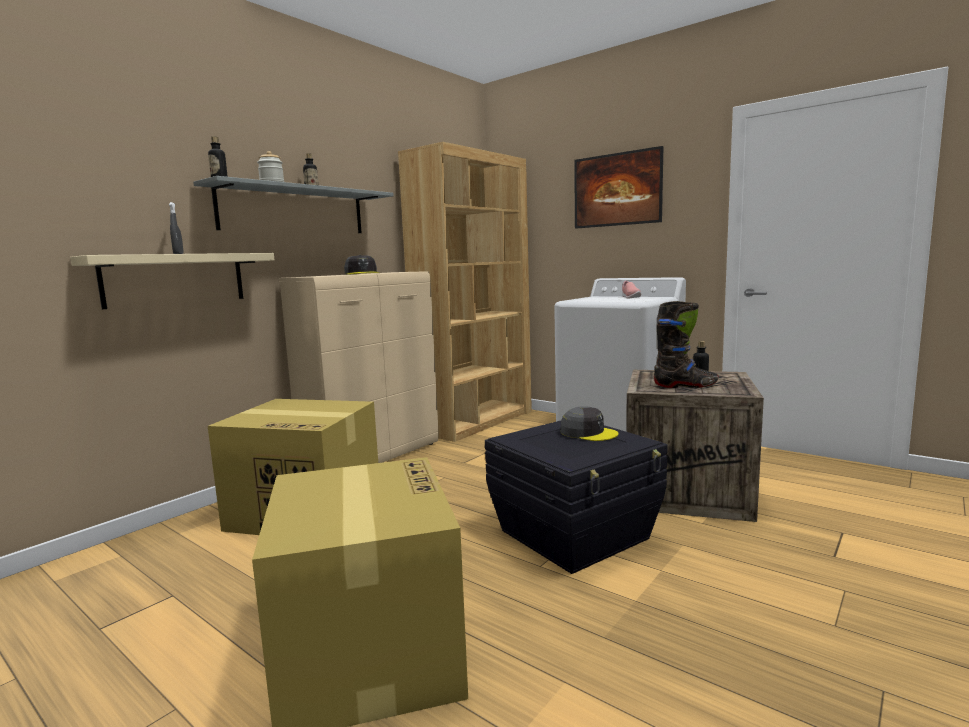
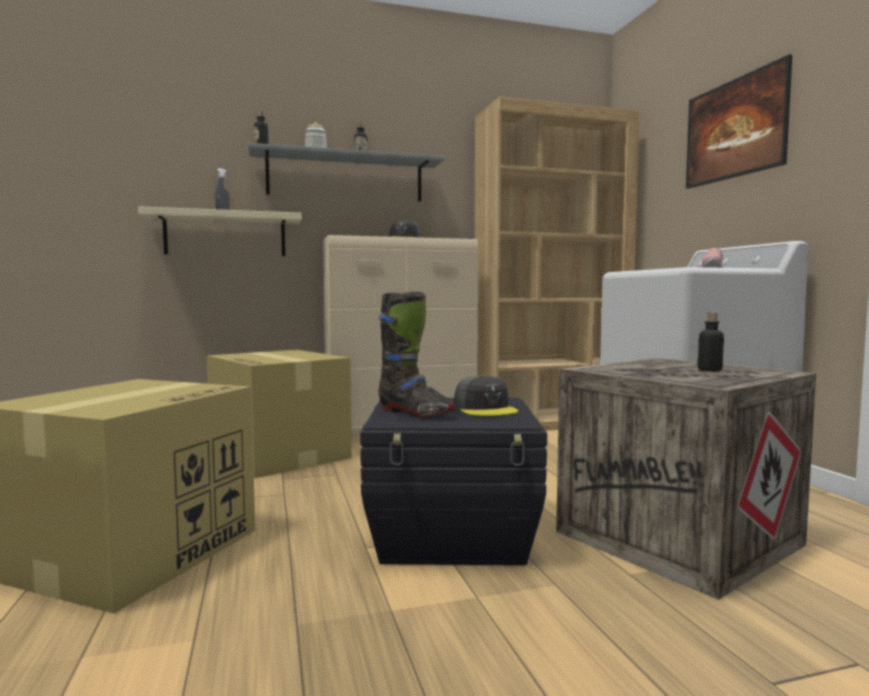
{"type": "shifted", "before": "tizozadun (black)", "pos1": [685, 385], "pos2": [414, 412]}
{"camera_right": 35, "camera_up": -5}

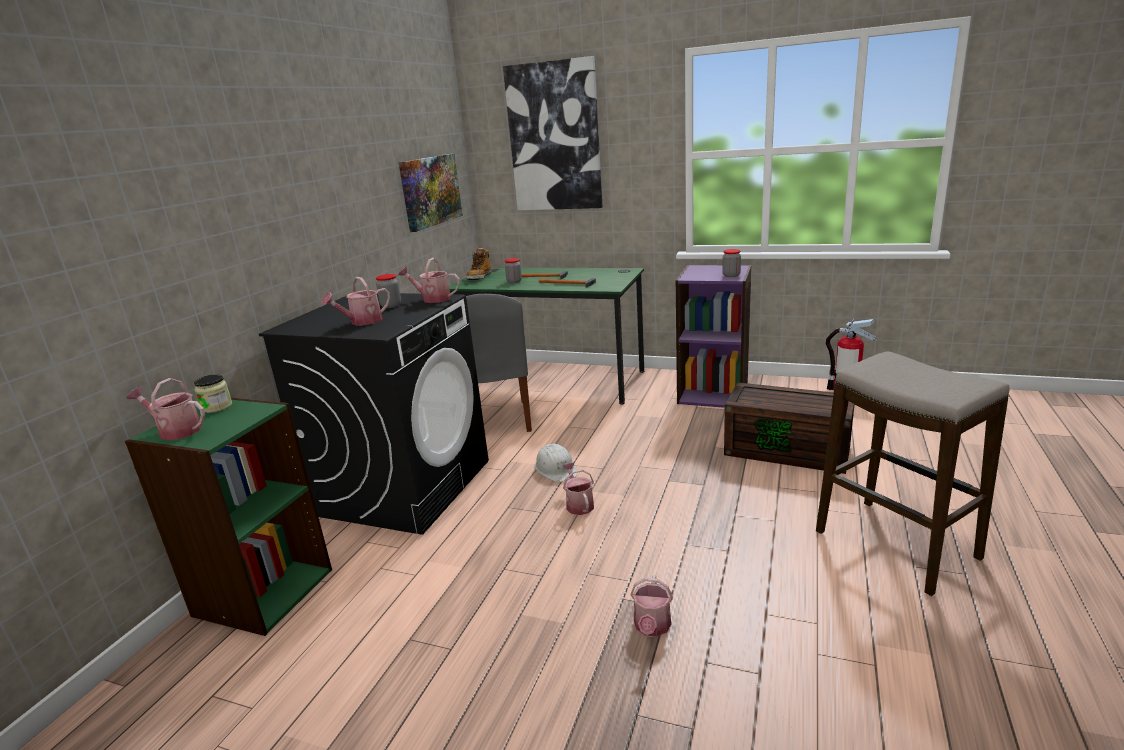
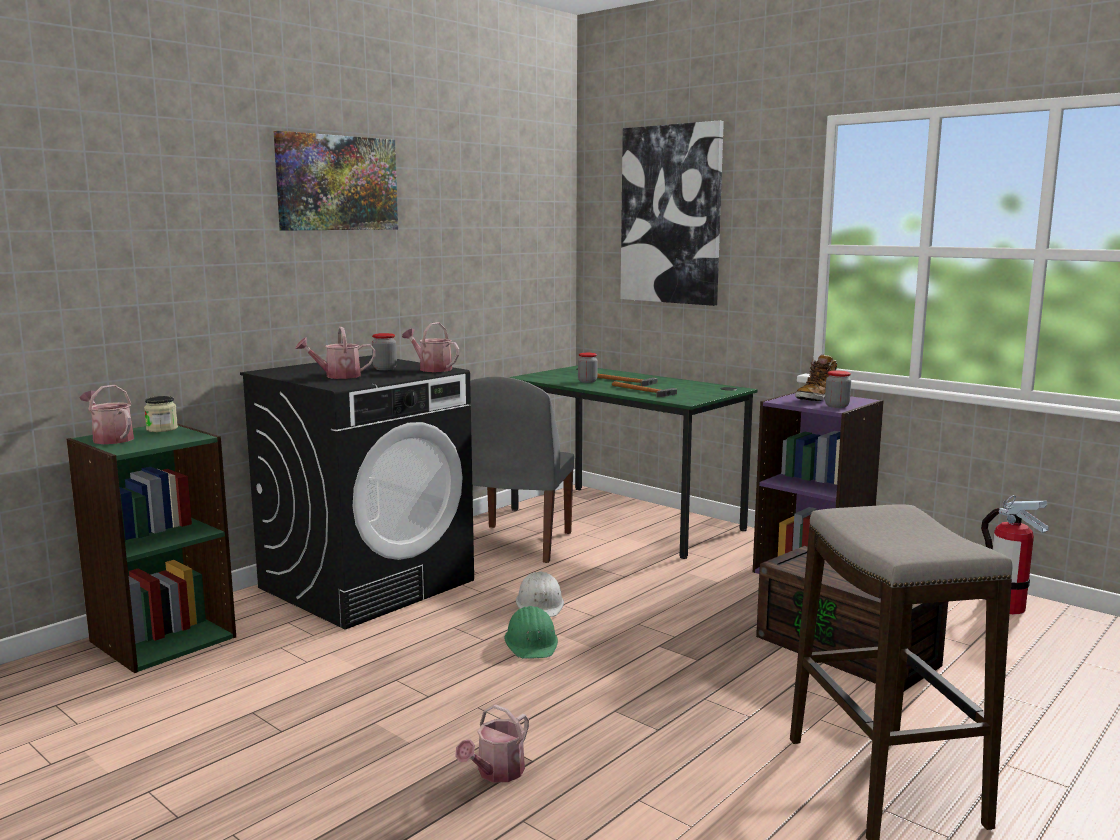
{"type": "shifted", "before": "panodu", "pos1": [430, 191], "pos2": [337, 183]}
{"type": "swapped", "before": "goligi", "after": "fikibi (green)", "pos1": [578, 504], "pos2": [531, 643]}
{"type": "shifted", "before": "tizozadun", "pos1": [479, 277], "pos2": [816, 398]}
{"camera_right": 20, "camera_up": -10}

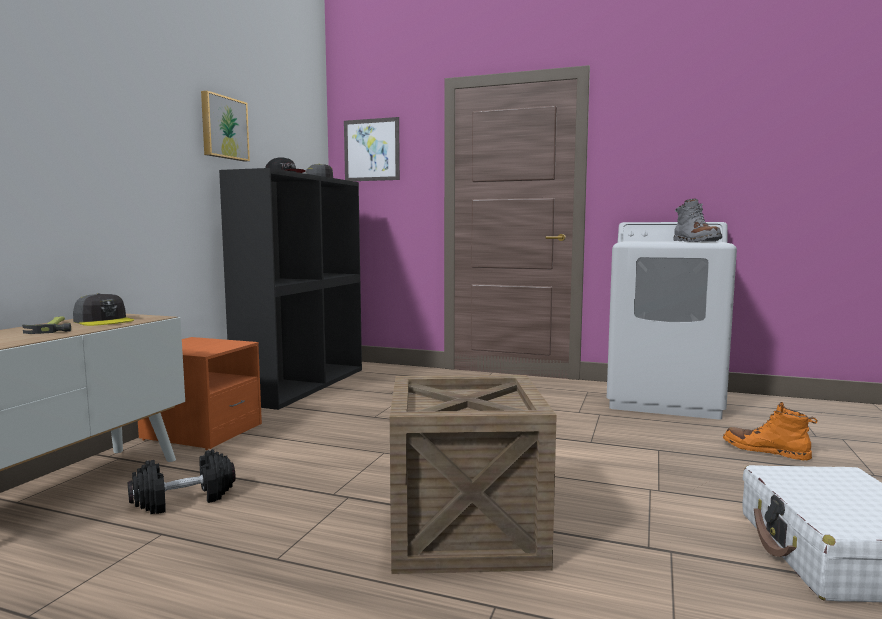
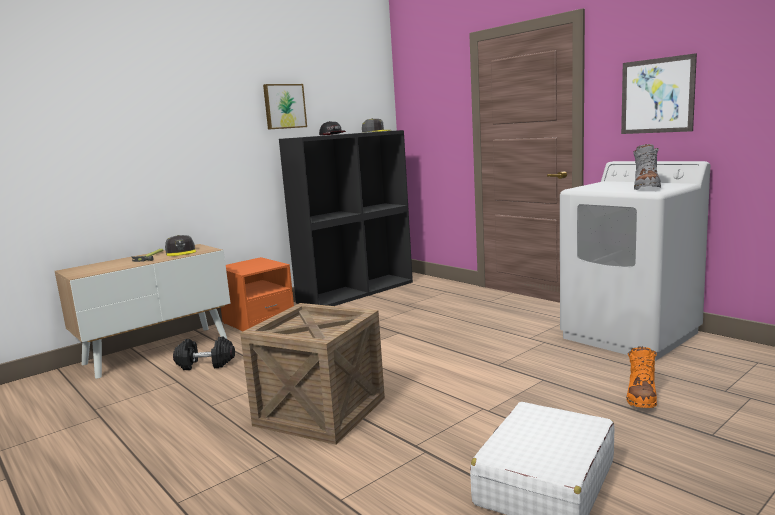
{"type": "shifted", "before": "panodu", "pos1": [371, 150], "pos2": [657, 96]}
{"type": "rotated", "before": "tizozadun (orange)", "pos1": [765, 451], "pos2": [641, 396], "turn": -135}
{"camera_right": 30, "camera_up": 5}

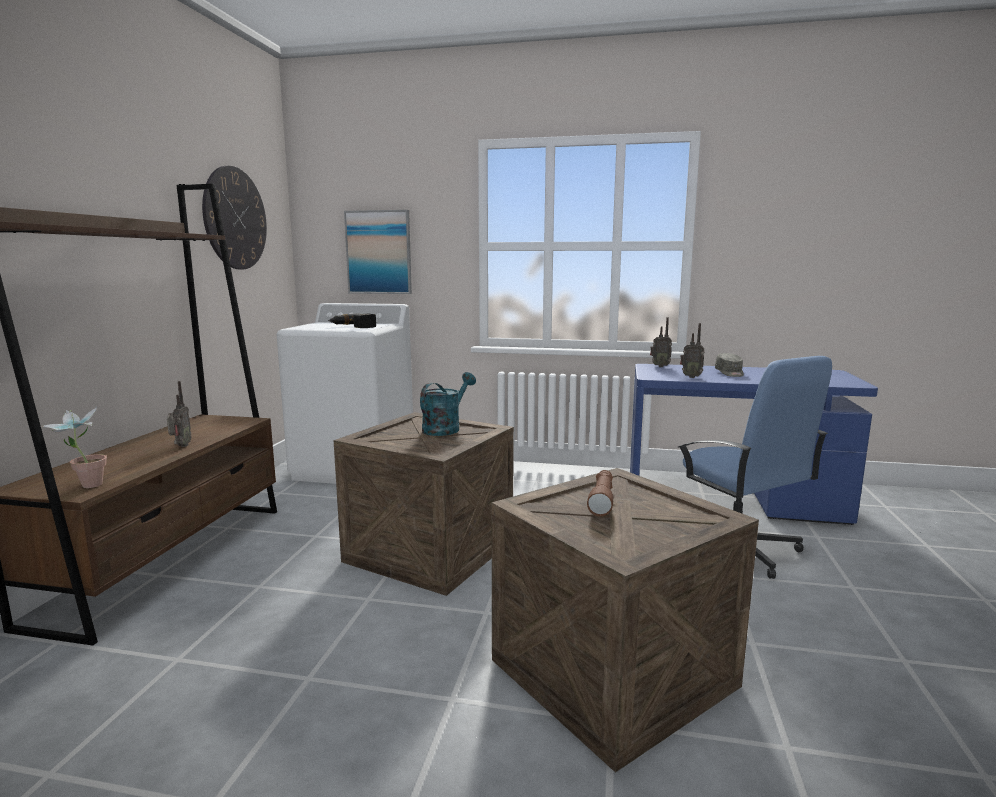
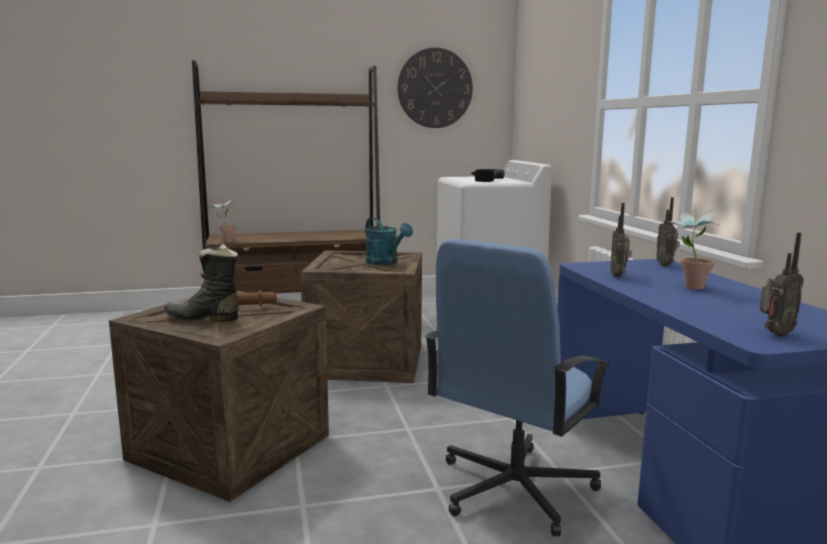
{"type": "new", "after": "tizozadun (black)", "pos2": [203, 318]}
{"type": "rotated", "before": "goligi (turquoise)", "pos1": [445, 428], "pos2": [386, 263], "turn": 45}
{"type": "swapped", "before": "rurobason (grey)", "after": "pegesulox", "pos1": [729, 373], "pos2": [688, 287]}
{"type": "shifted", "before": "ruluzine", "pos1": [180, 446], "pos2": [774, 334]}
{"type": "gone", "before": "panodu", "pos1": [379, 252]}
{"camera_right": 65, "camera_up": 0}

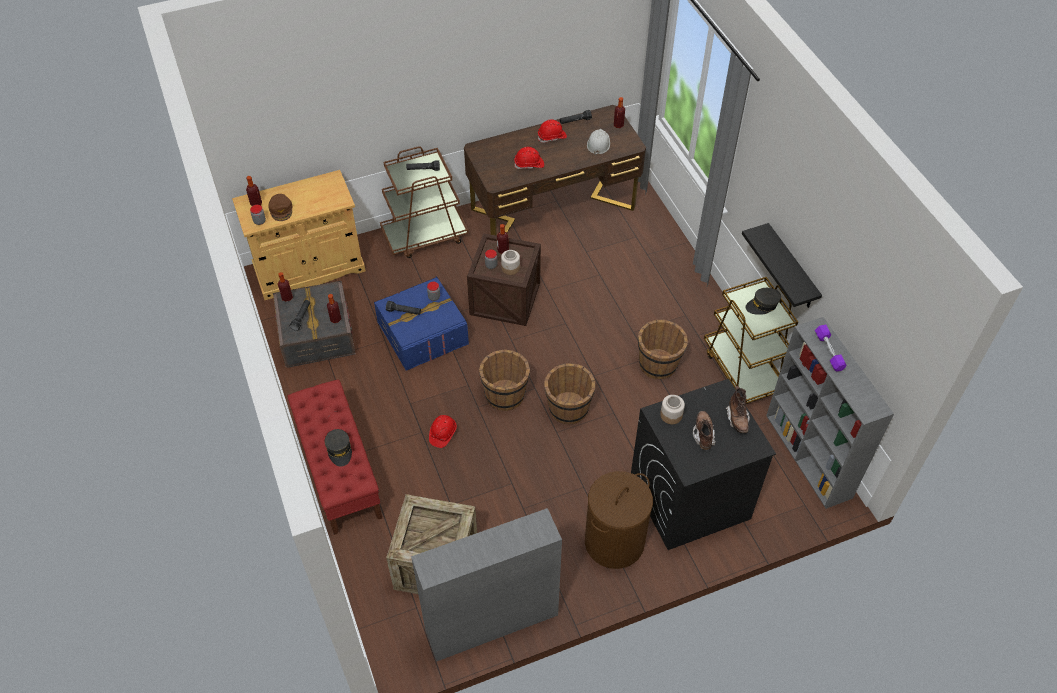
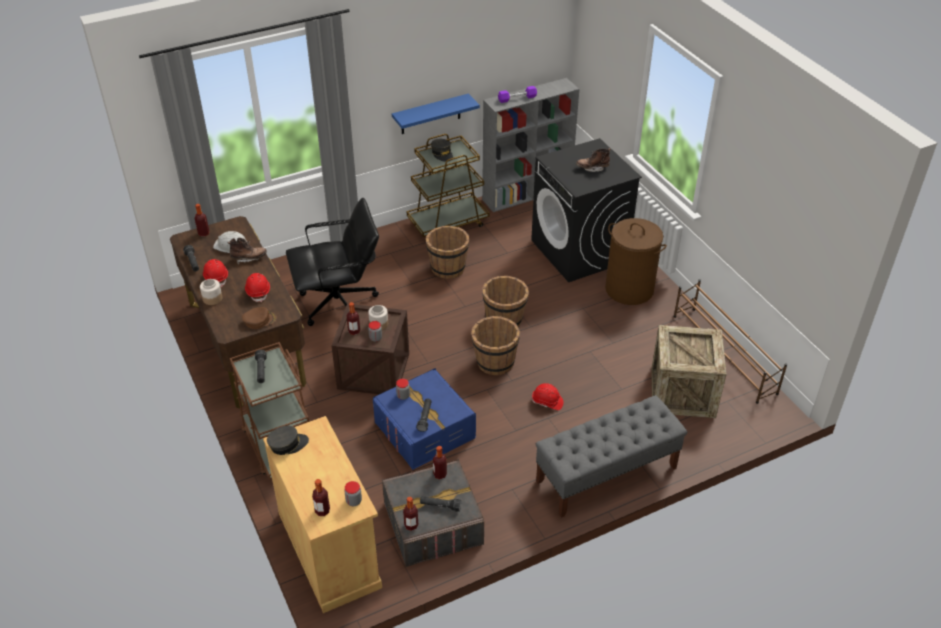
{"type": "shifted", "before": "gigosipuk", "pos1": [671, 415], "pos2": [212, 299]}
{"type": "shifted", "before": "tizozadun (brown)", "pos1": [737, 419], "pos2": [249, 258]}
{"type": "shifted", "before": "rurobason (brown)", "pos1": [281, 209], "pos2": [259, 320]}
{"type": "shifted", "before": "rurobason (grey)", "pos1": [339, 450], "pos2": [288, 444]}
{"type": "new", "after": "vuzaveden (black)", "pos2": [339, 304]}
{"type": "repainted", "before": "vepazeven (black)", "after": "vepazeven (blue)", "pos1": [791, 268], "pos2": [430, 114]}
{"type": "repainted", "before": "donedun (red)", "after": "donedun (grey)", "pos1": [339, 471], "pos2": [606, 475]}
{"type": "swapped", "before": "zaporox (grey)", "after": "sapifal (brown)", "pos1": [490, 624], "pos2": [724, 354]}
{"camera_right": -95, "camera_up": -10}

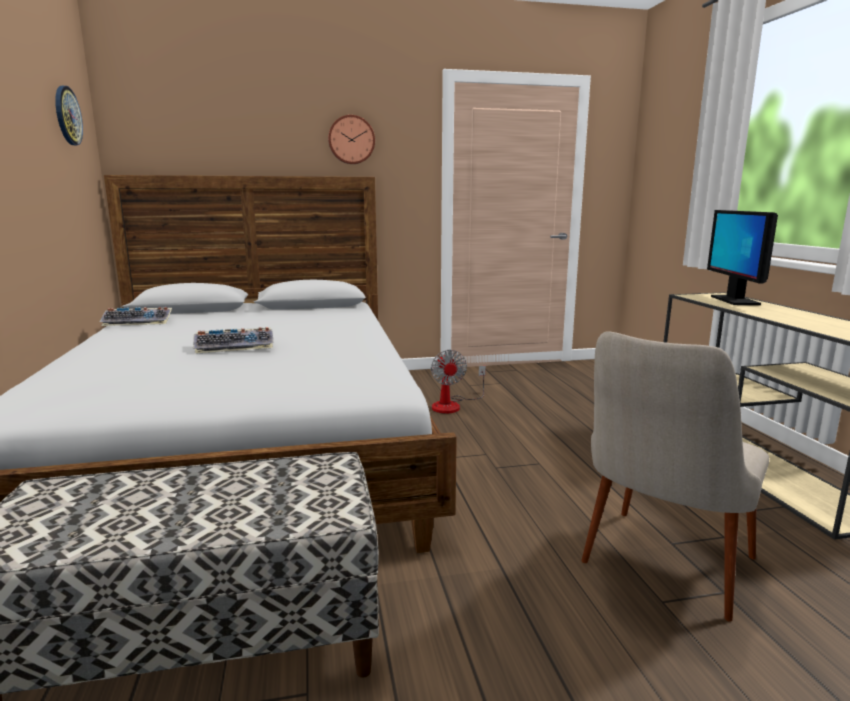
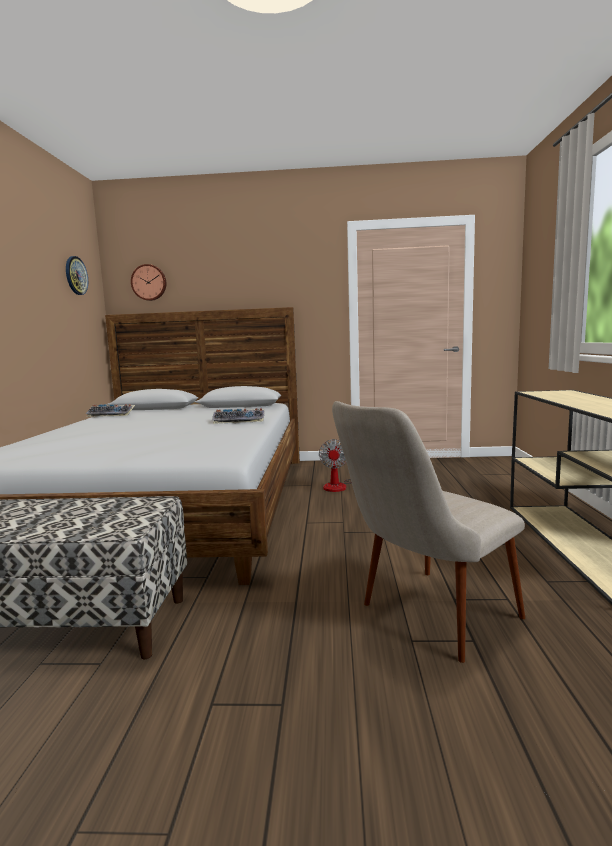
{"type": "shifted", "before": "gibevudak", "pos1": [351, 140], "pos2": [149, 282]}
{"type": "shifted", "before": "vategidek", "pos1": [236, 346], "pos2": [240, 420]}
{"type": "gone", "before": "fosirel", "pos1": [734, 300]}
{"camera_right": 15, "camera_up": -5}

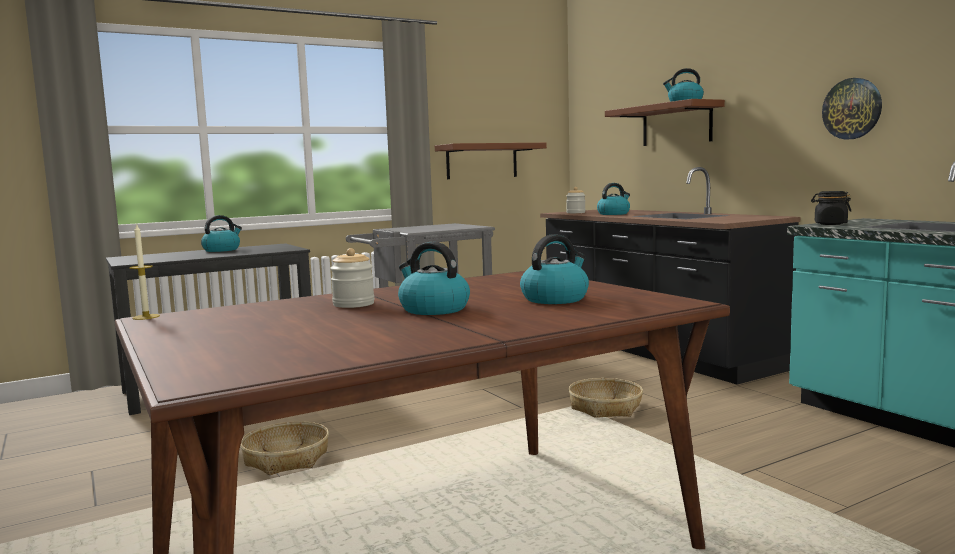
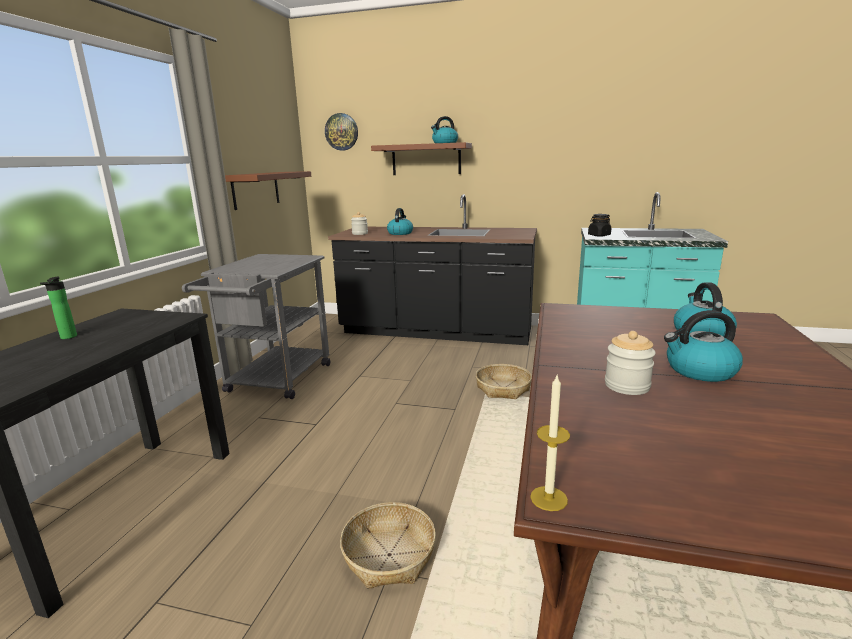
{"type": "swapped", "before": "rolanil", "after": "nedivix", "pos1": [222, 250], "pos2": [67, 337]}
{"type": "shifted", "before": "gibevudak", "pos1": [852, 109], "pos2": [341, 132]}
{"camera_right": -45, "camera_up": 10}

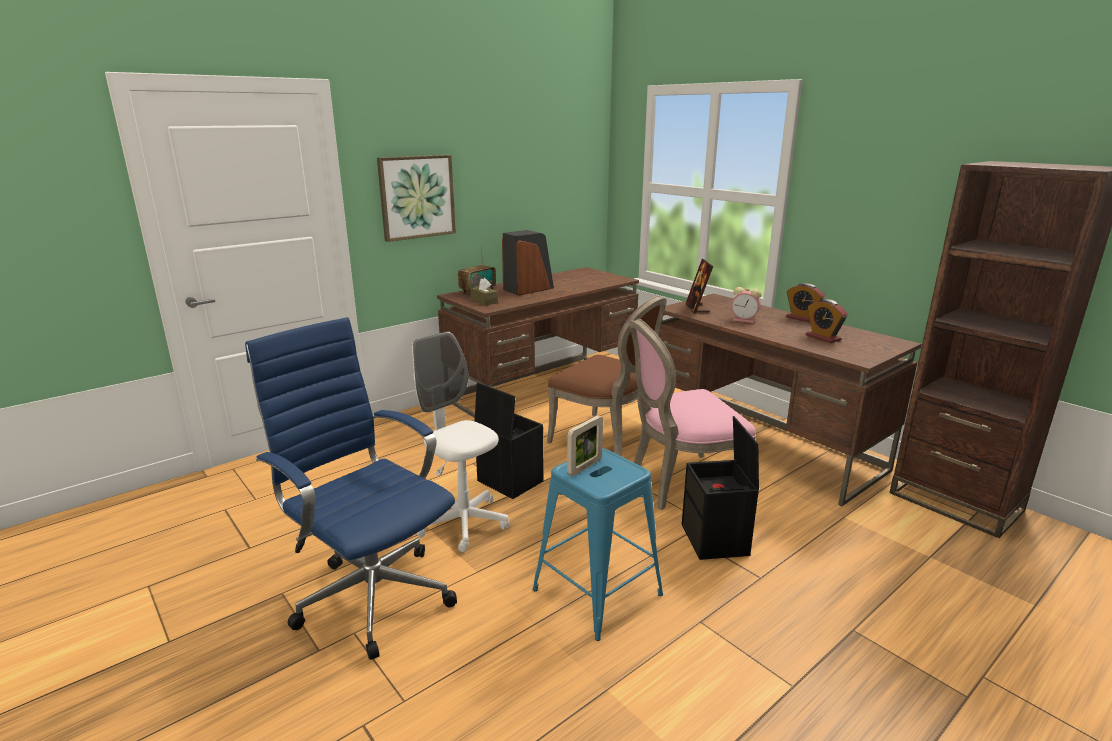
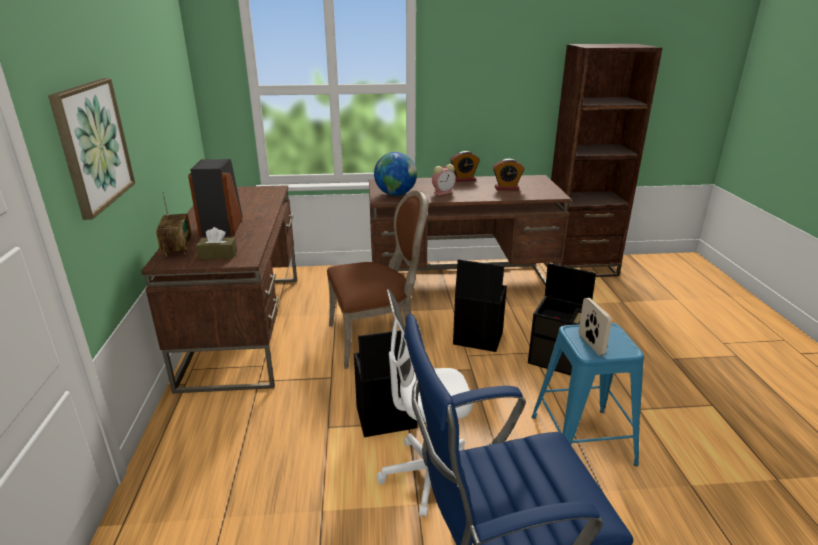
{"type": "swapped", "before": "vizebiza", "after": "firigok", "pos1": [697, 308], "pos2": [395, 194]}
{"type": "swapped", "before": "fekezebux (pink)", "after": "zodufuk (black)", "pos1": [680, 484], "pos2": [477, 338]}
{"camera_right": -55, "camera_up": 5}

